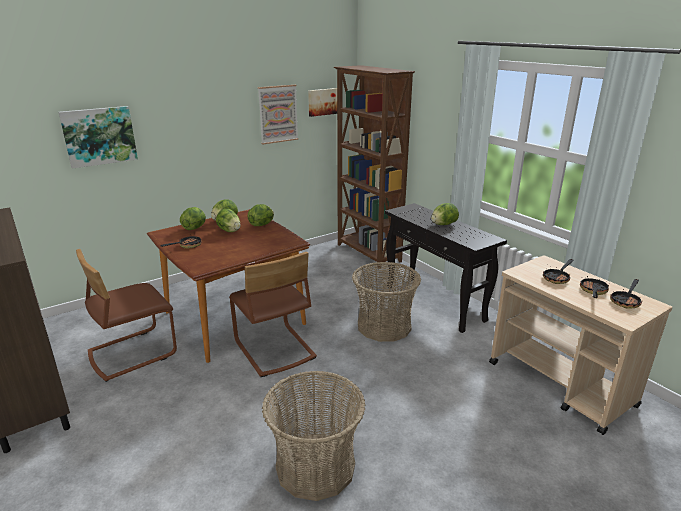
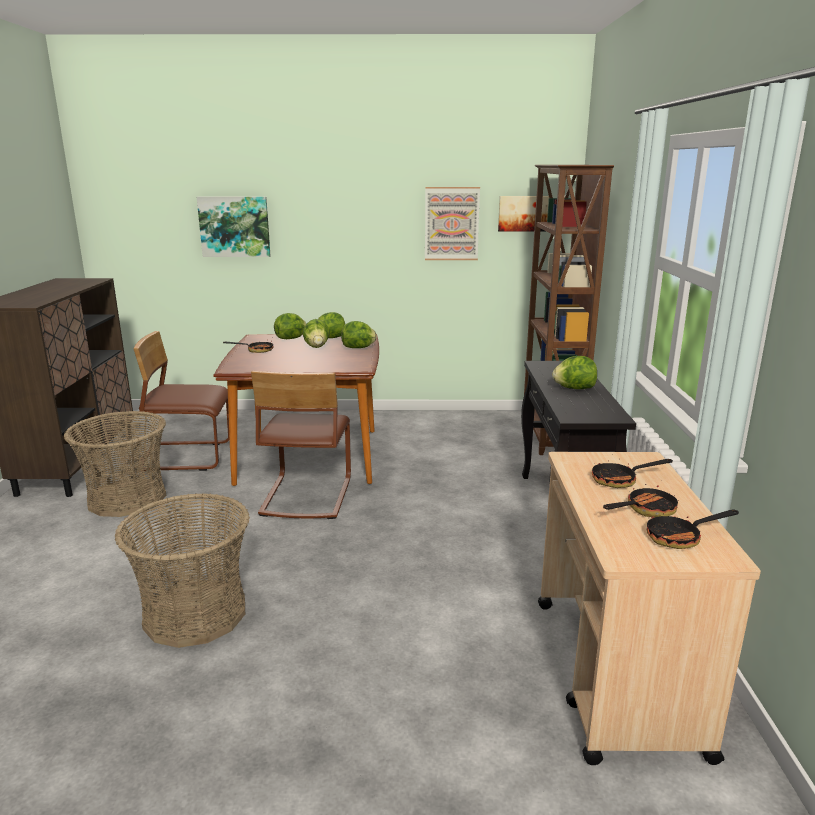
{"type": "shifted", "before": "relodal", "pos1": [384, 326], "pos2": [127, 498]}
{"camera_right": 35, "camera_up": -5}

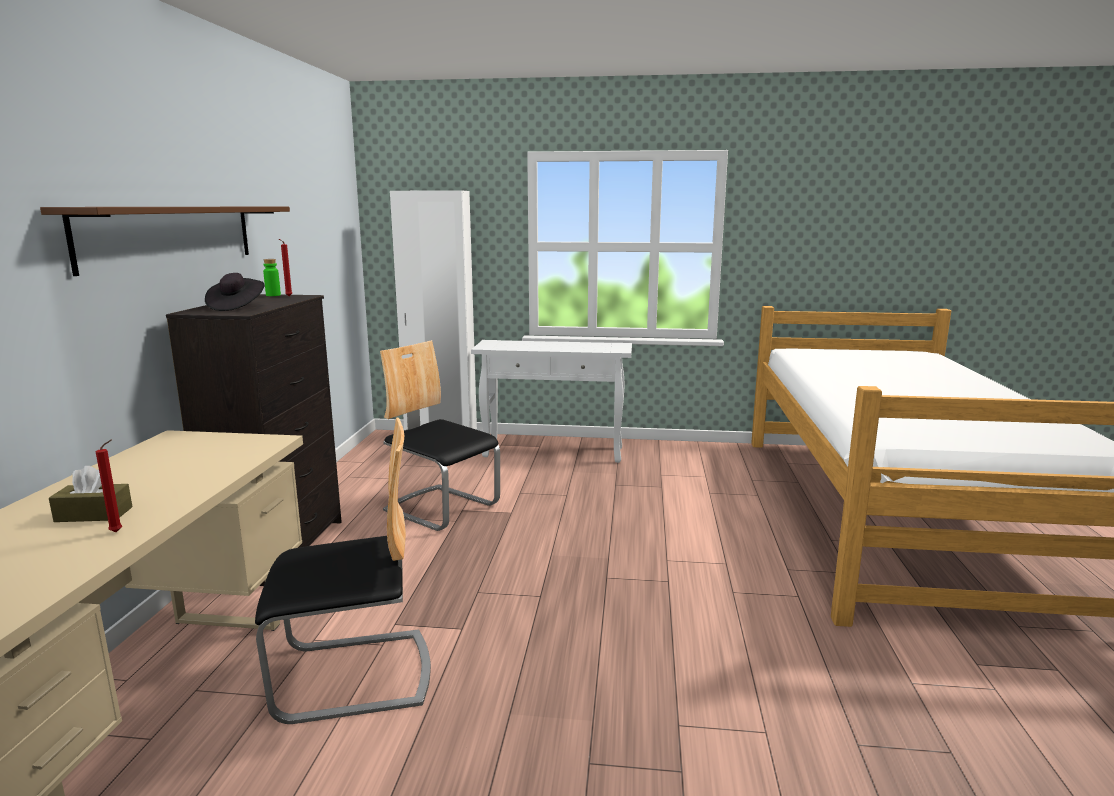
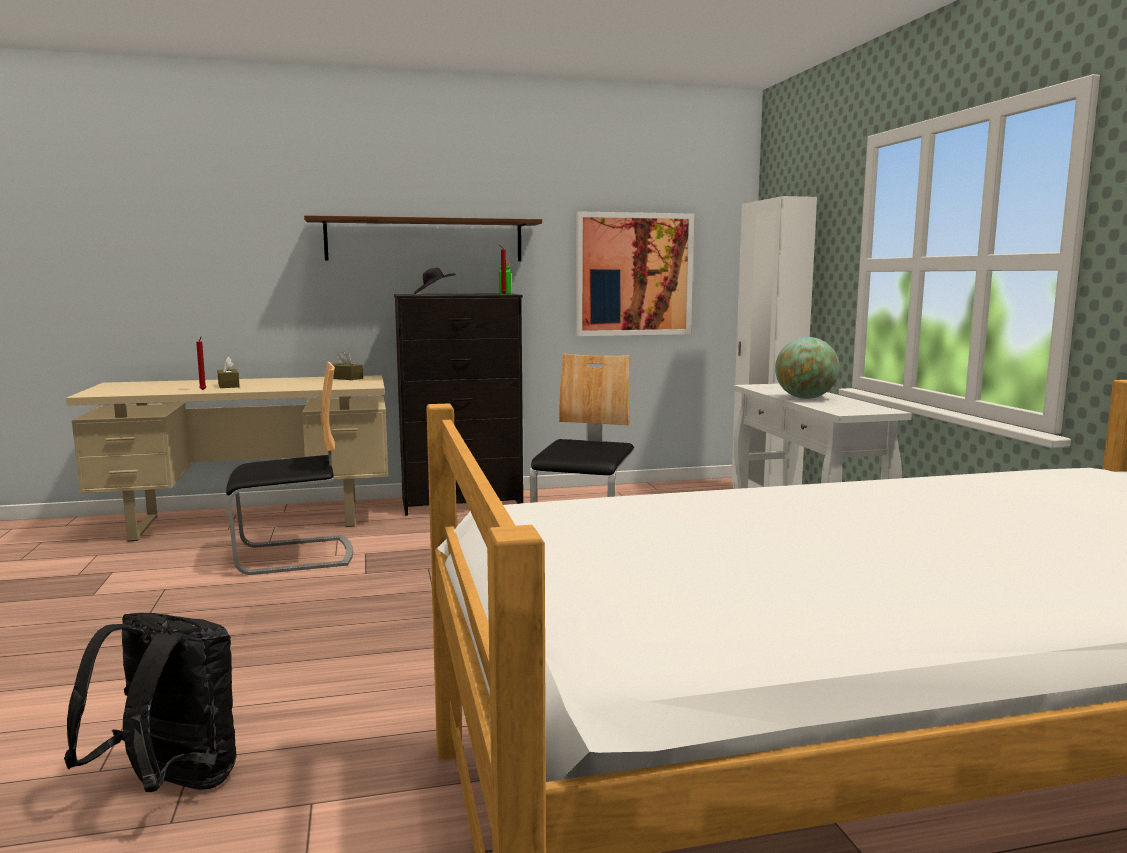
{"type": "new", "after": "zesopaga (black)", "pos2": [170, 786]}
{"type": "rotated", "before": "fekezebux", "pos1": [353, 675], "pos2": [294, 556], "turn": -75}
{"type": "new", "after": "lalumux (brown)", "pos2": [345, 378]}
{"type": "new", "after": "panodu", "pos2": [634, 274]}
{"type": "new", "after": "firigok", "pos2": [805, 398]}
{"camera_right": 70, "camera_up": -5}

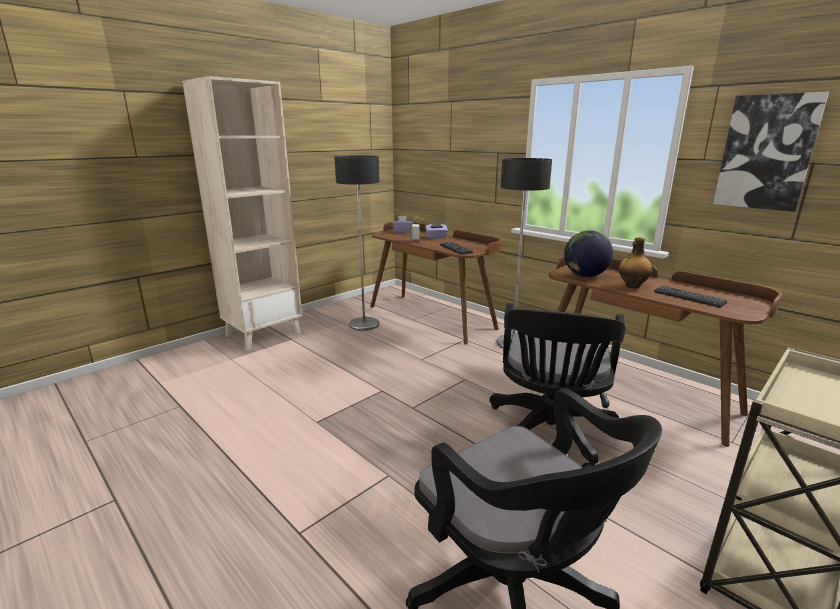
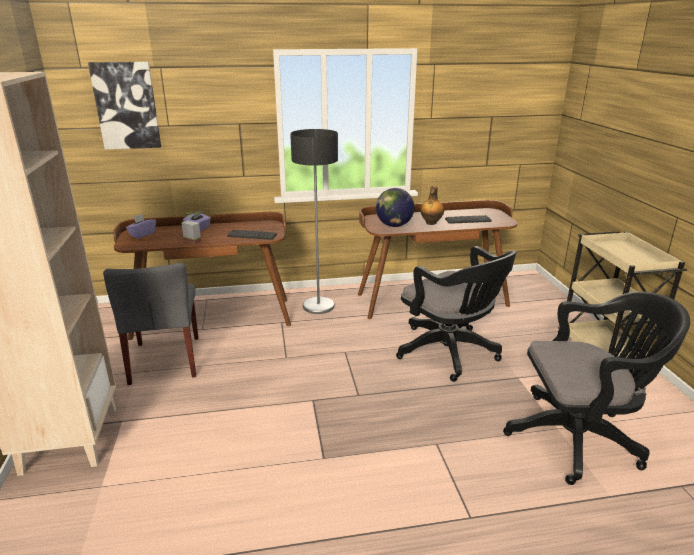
{"type": "shifted", "before": "panodu", "pos1": [766, 152], "pos2": [126, 106]}
{"type": "swapped", "before": "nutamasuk", "after": "fekezebux (grey)", "pos1": [363, 324], "pos2": [165, 360]}
{"camera_right": -55, "camera_up": 5}

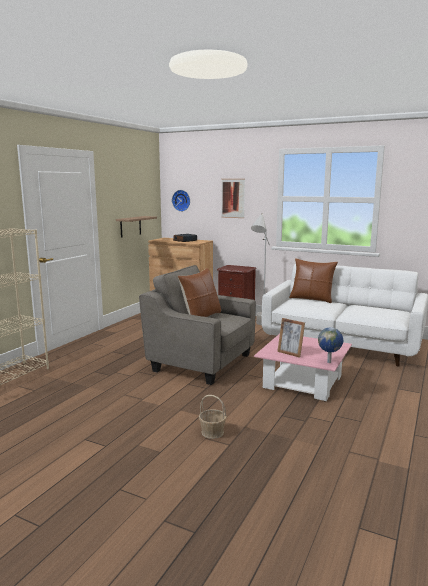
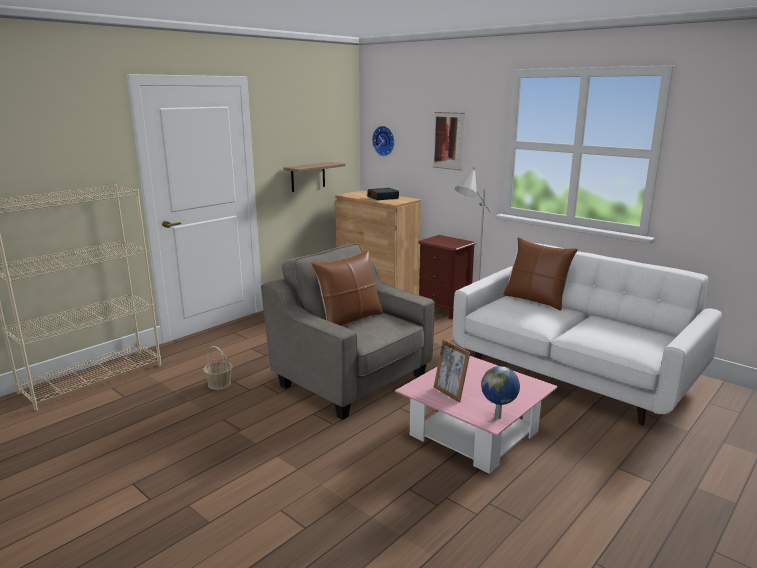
{"type": "shifted", "before": "relodal", "pos1": [212, 432], "pos2": [219, 384]}
{"camera_right": 15, "camera_up": 5}

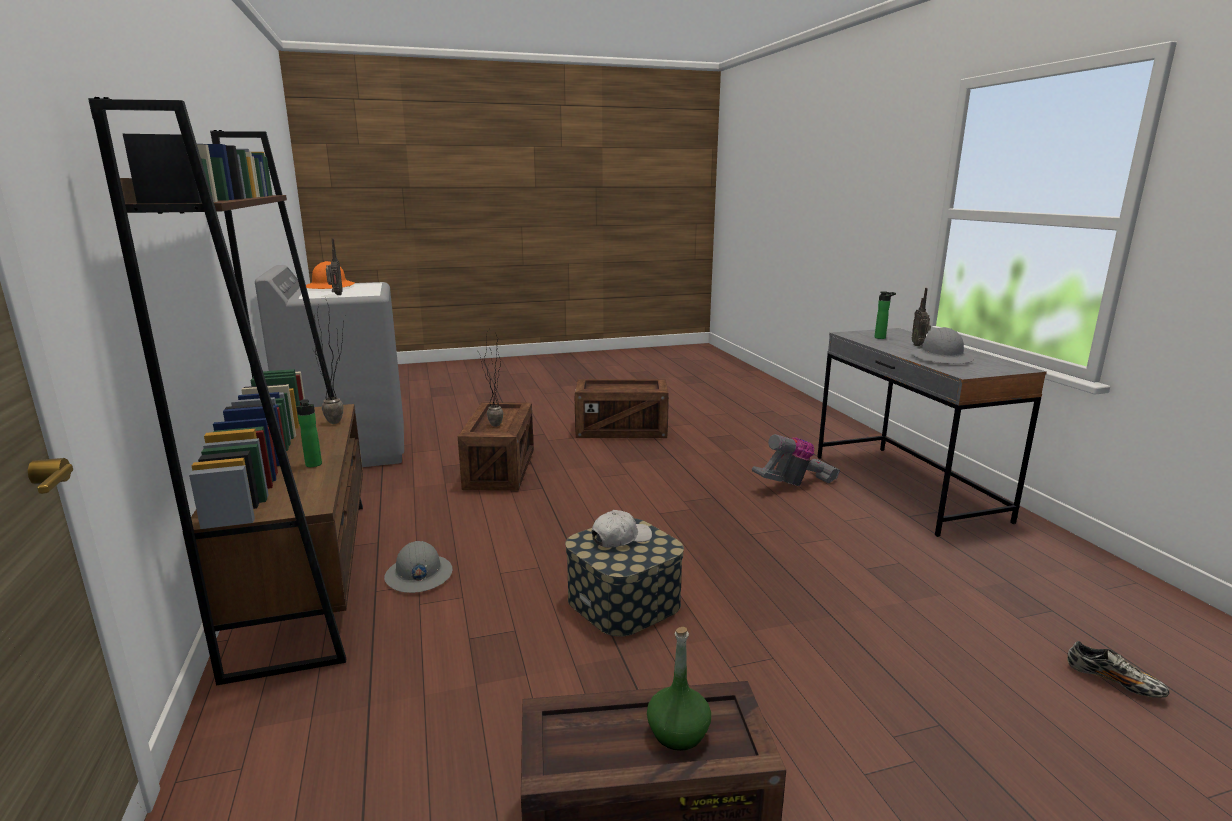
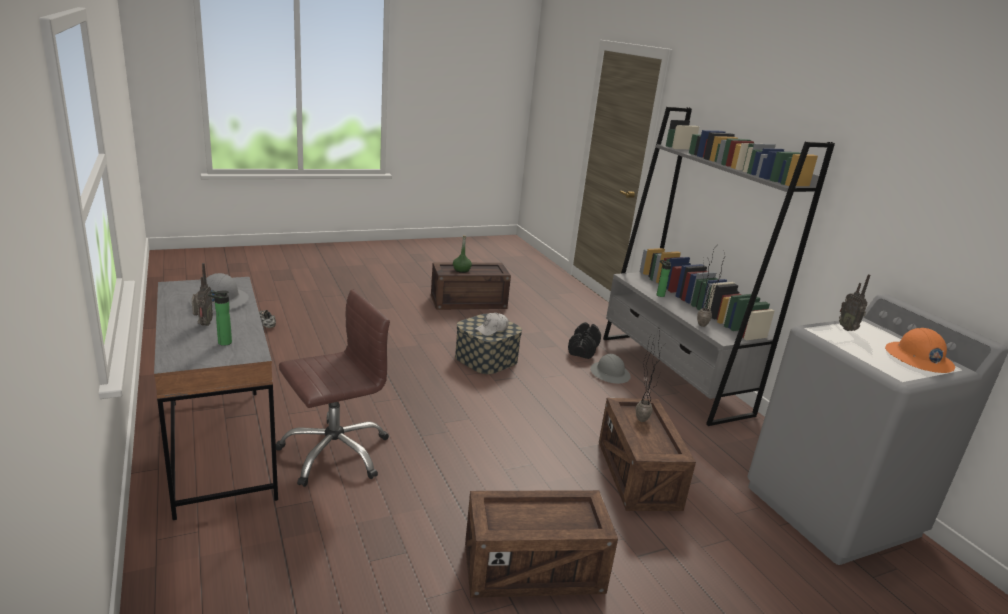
{"type": "swapped", "before": "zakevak", "after": "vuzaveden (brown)", "pos1": [794, 484], "pos2": [334, 452]}
{"type": "new", "after": "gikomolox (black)", "pos2": [583, 350]}
{"type": "repainted", "before": "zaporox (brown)", "after": "zaporox (grey)", "pos1": [305, 576], "pos2": [673, 374]}
{"camera_right": 170, "camera_up": 5}

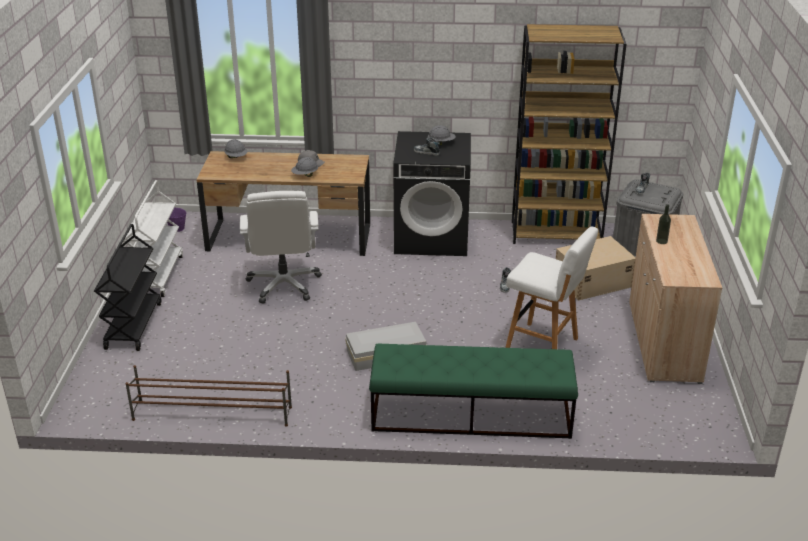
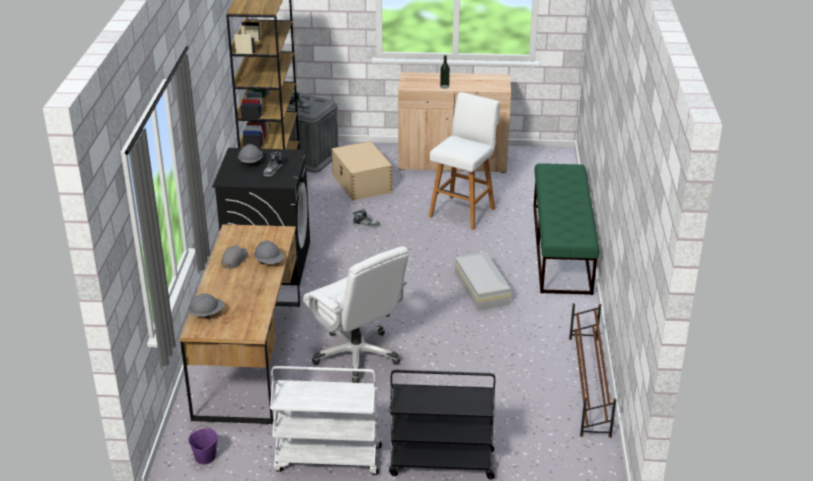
{"type": "rotated", "before": "vuzaveden (white)", "pos1": [284, 285], "pos2": [357, 355], "turn": 60}
{"camera_right": -90, "camera_up": 0}

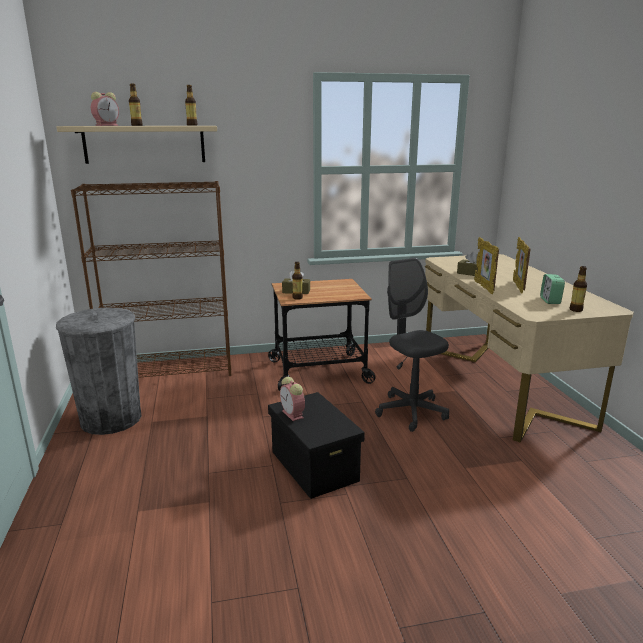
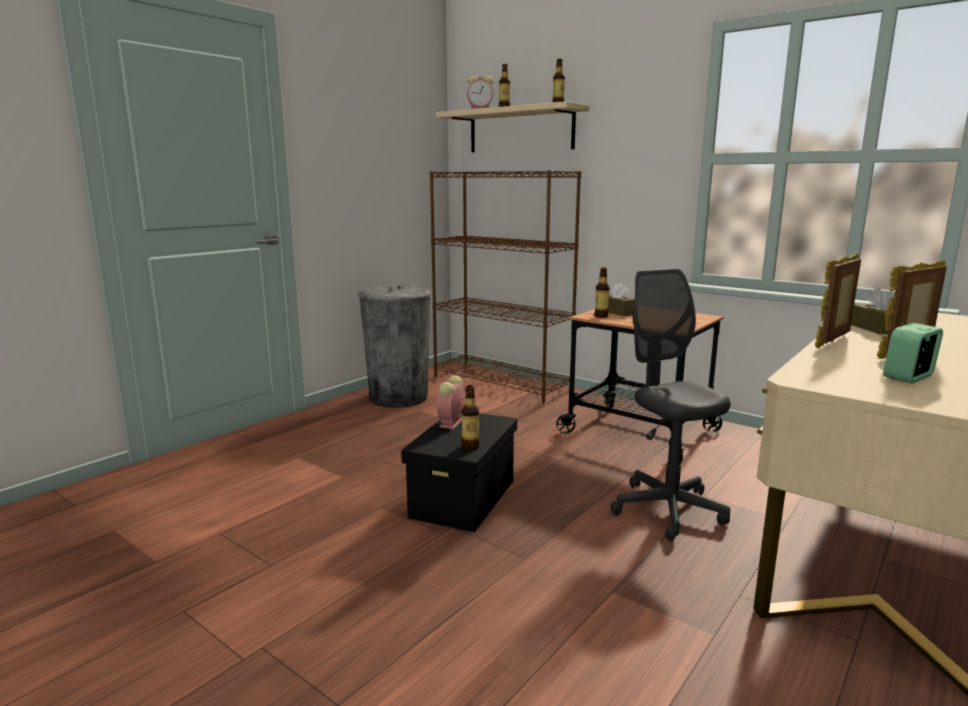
{"type": "shifted", "before": "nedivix", "pos1": [576, 310], "pos2": [470, 446]}
{"type": "rotated", "before": "vuzaveden (grey)", "pos1": [411, 412], "pos2": [667, 510], "turn": -45}
{"camera_right": 50, "camera_up": -5}

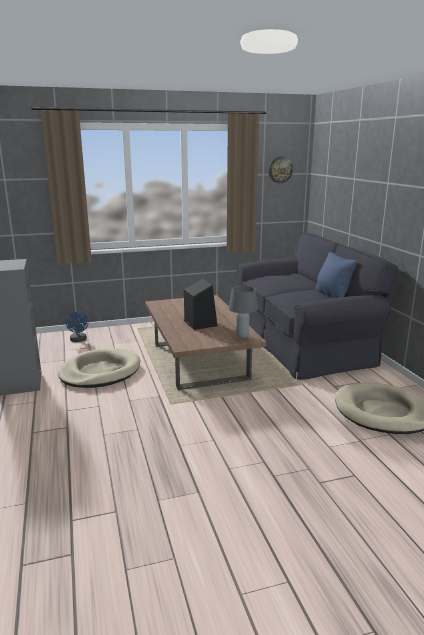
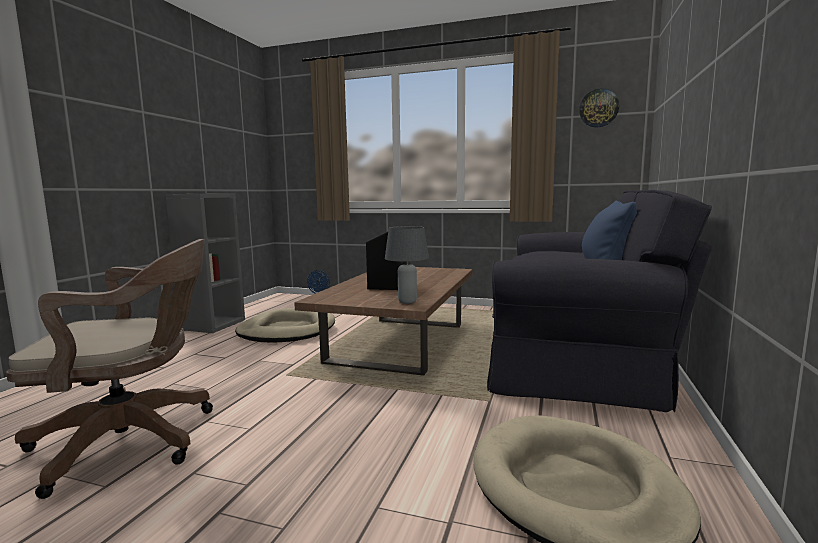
{"type": "new", "after": "vuzaveden (brown)", "pos2": [134, 441]}
{"camera_right": 35, "camera_up": -10}

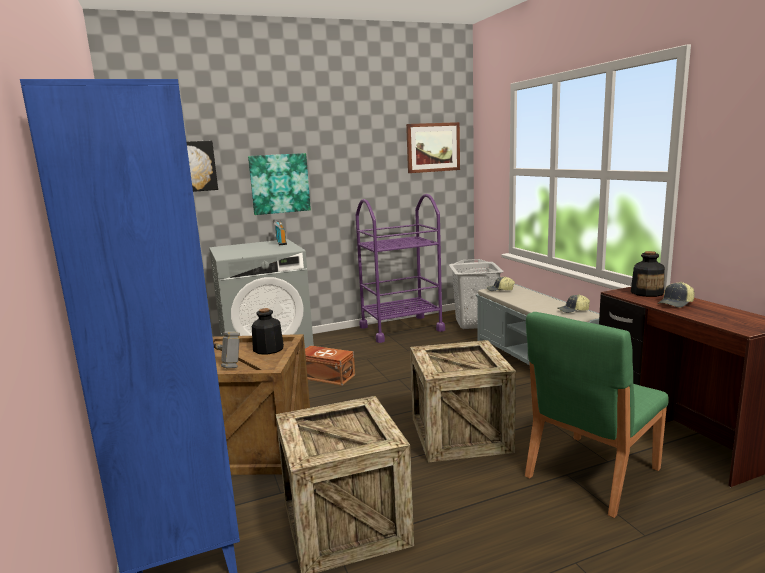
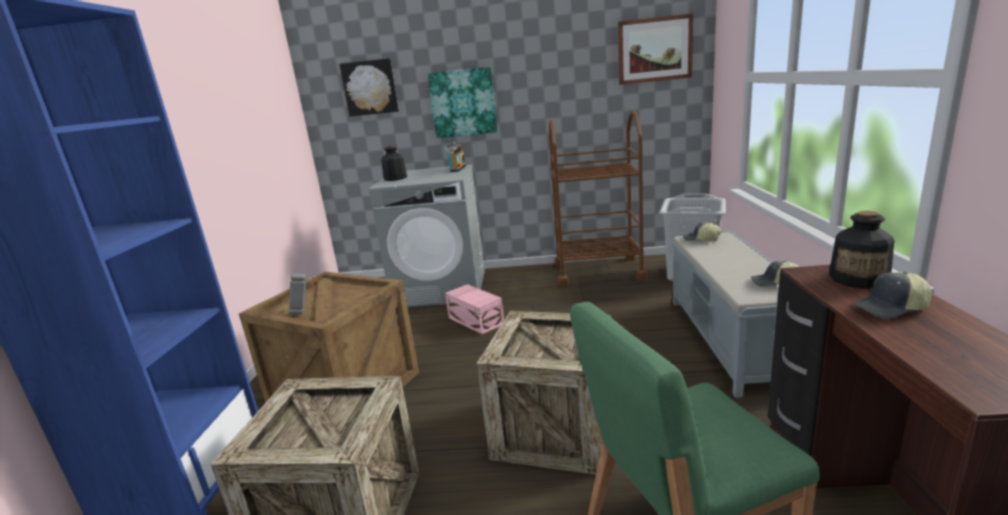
{"type": "shifted", "before": "nedivix", "pos1": [268, 349], "pos2": [395, 178]}
{"type": "repainted", "before": "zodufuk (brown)", "after": "zodufuk (pink)", "pos1": [326, 376], "pos2": [476, 320]}
{"type": "repainted", "before": "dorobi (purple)", "after": "dorobi (brown)", "pos1": [401, 329], "pos2": [598, 271]}
{"camera_right": 25, "camera_up": 5}

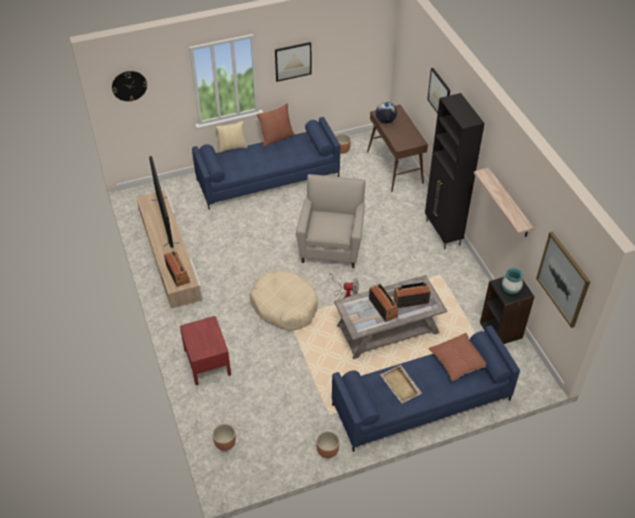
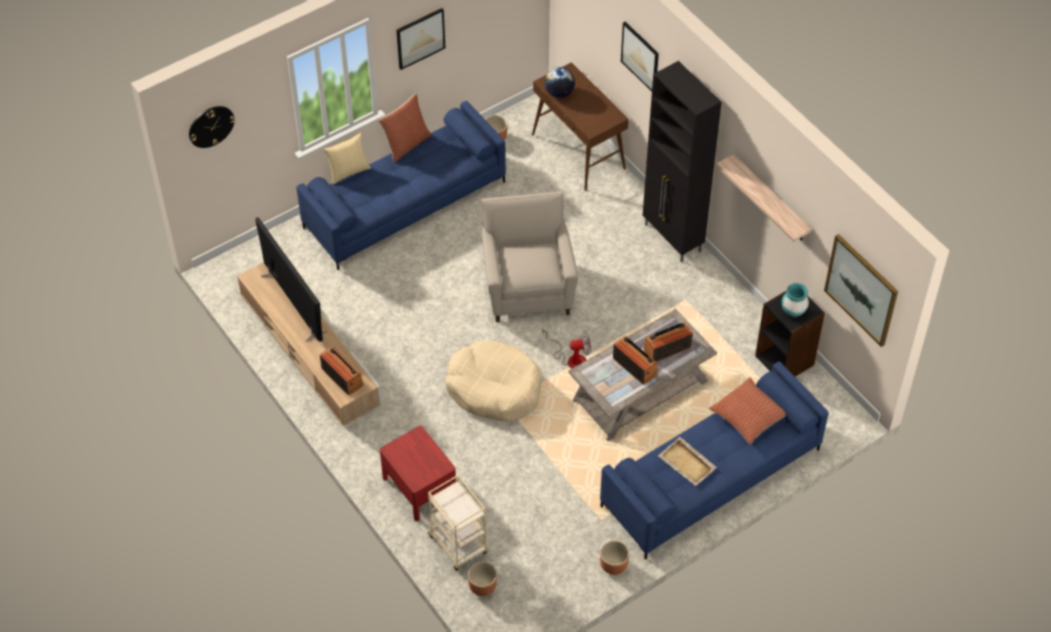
{"type": "new", "after": "dorobi (beige)", "pos2": [458, 545]}
{"camera_right": -15, "camera_up": 5}

